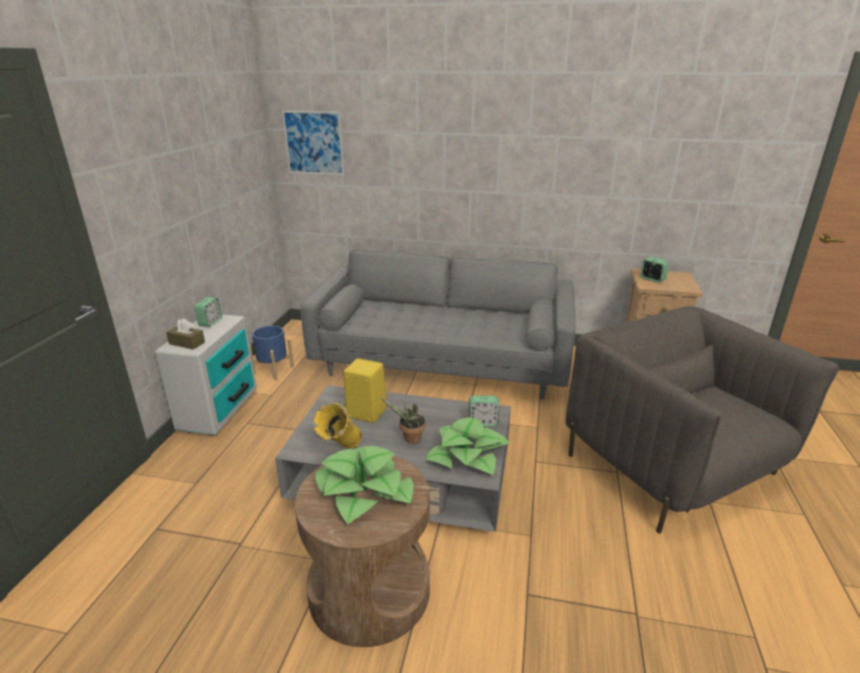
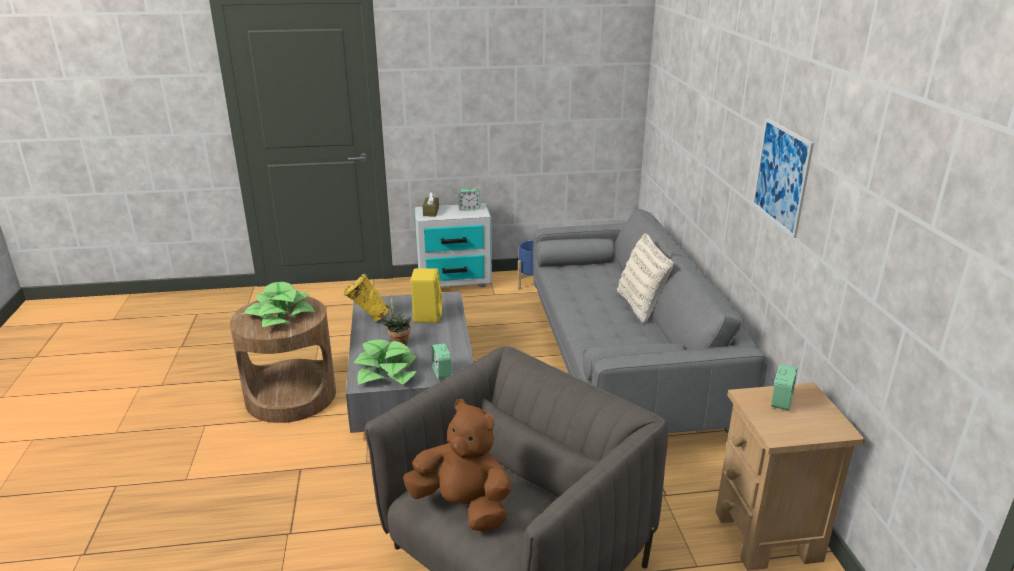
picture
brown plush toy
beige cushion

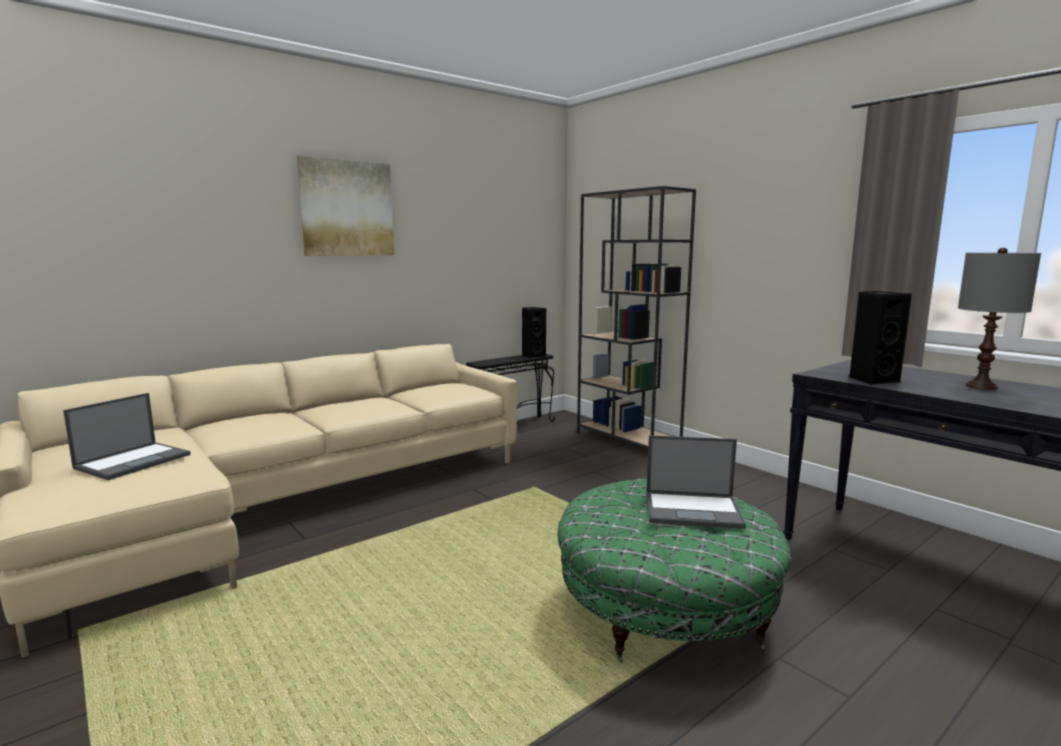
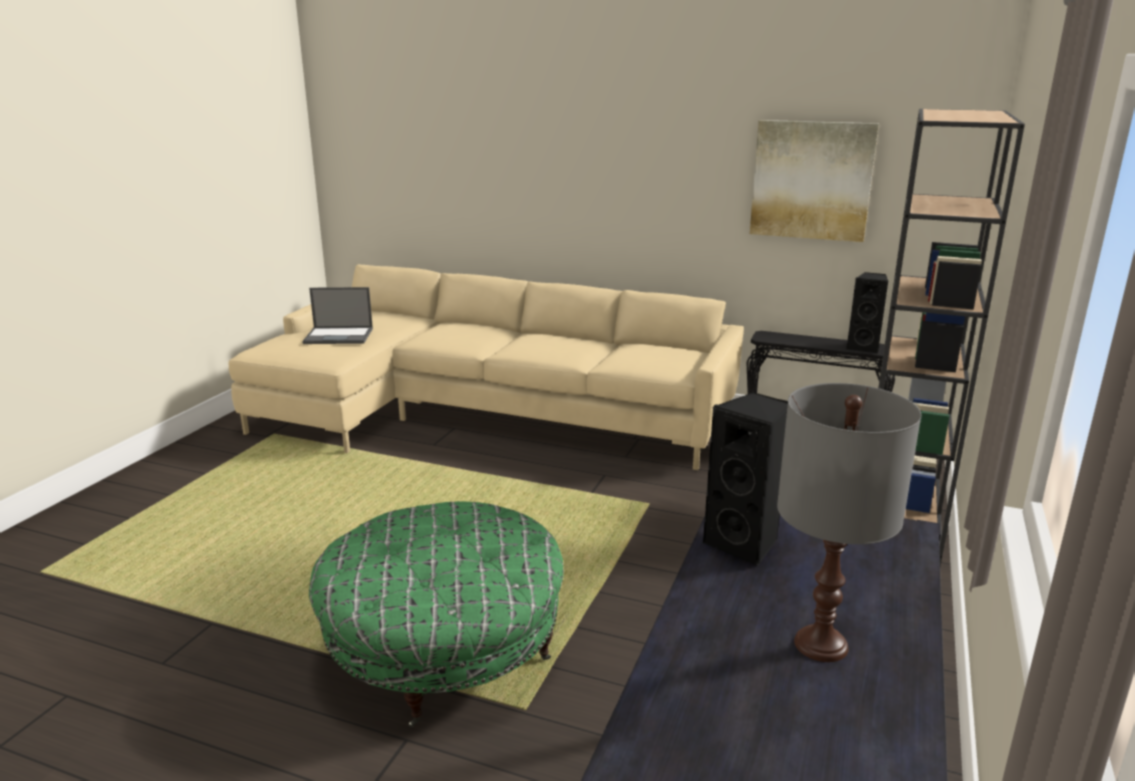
picture
portable computer (2nd from left in the first image)

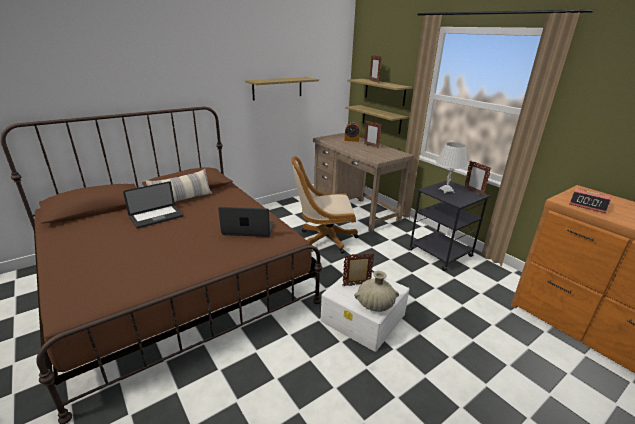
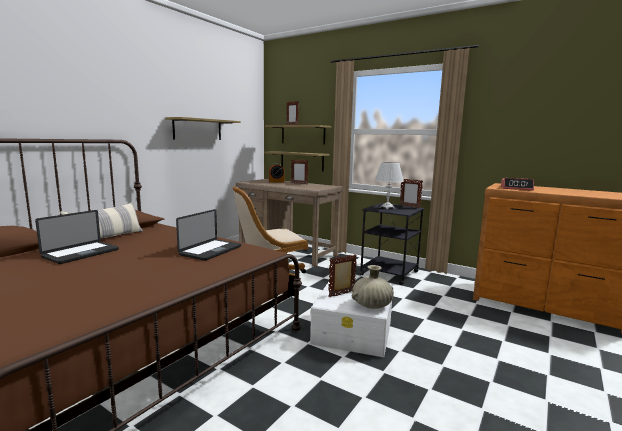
portable computer (2nd from left)

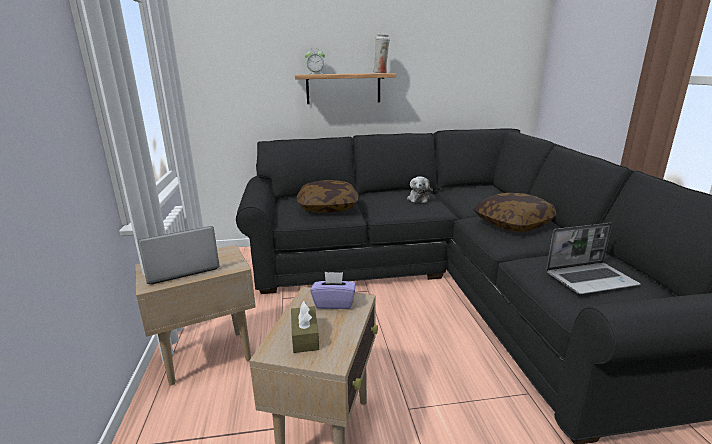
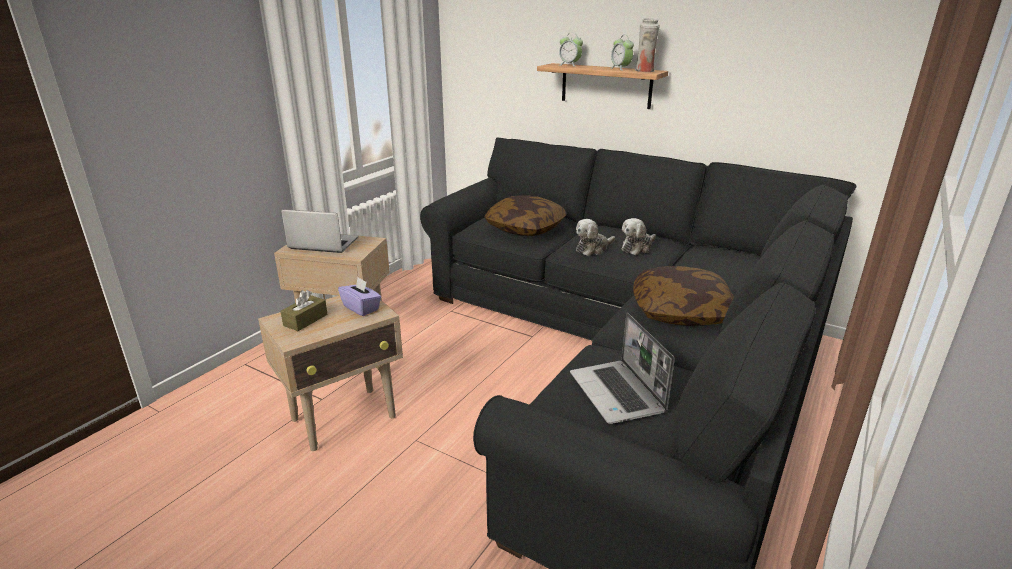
portable computer (2nd from left)
plush toy (1st from left)
table clock (2nd from left)

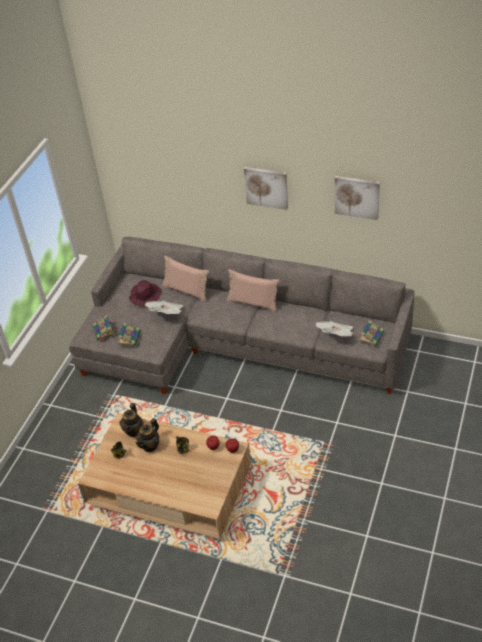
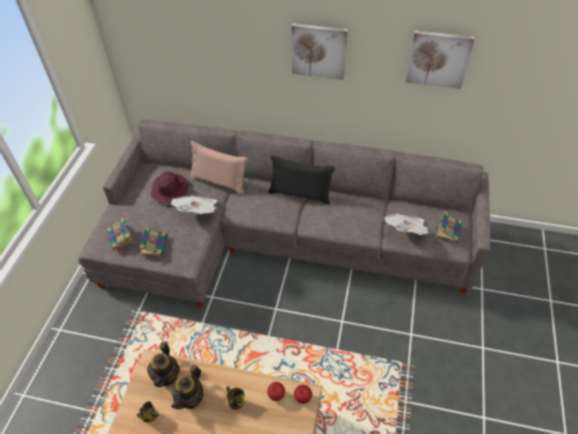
black cushion

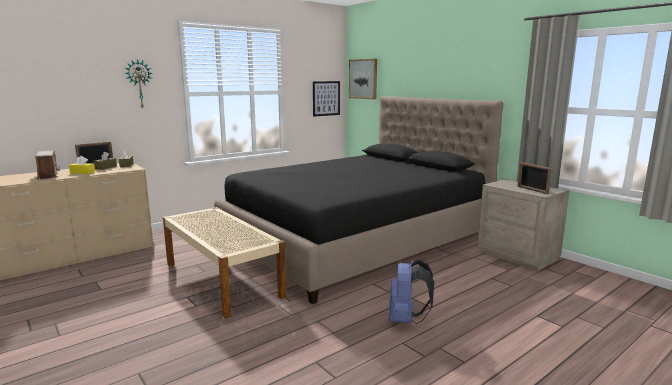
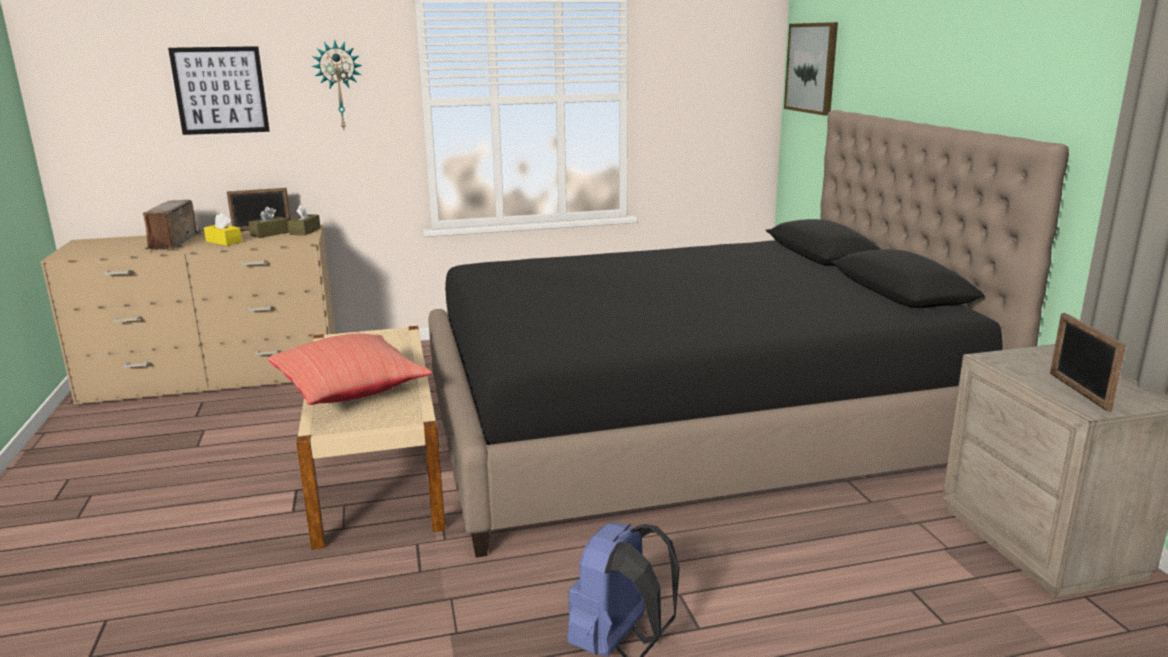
picture (1st from left)
red-coloured cushion

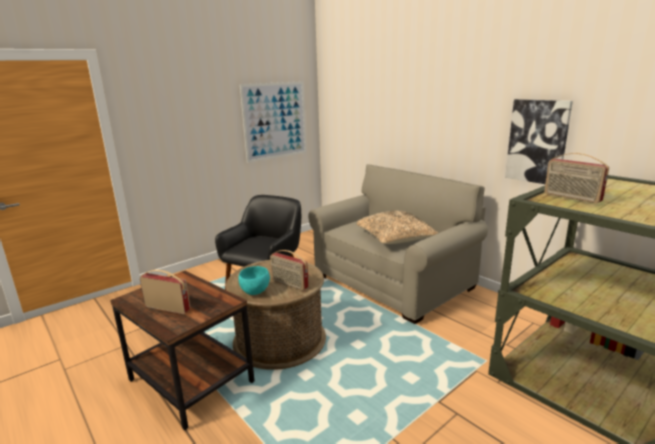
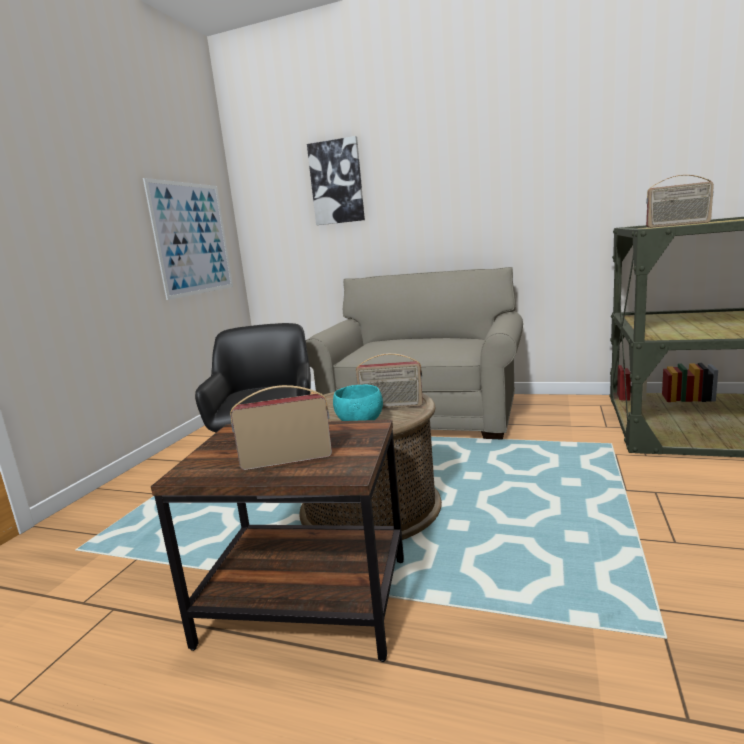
beige cushion
picture (2nd from left)

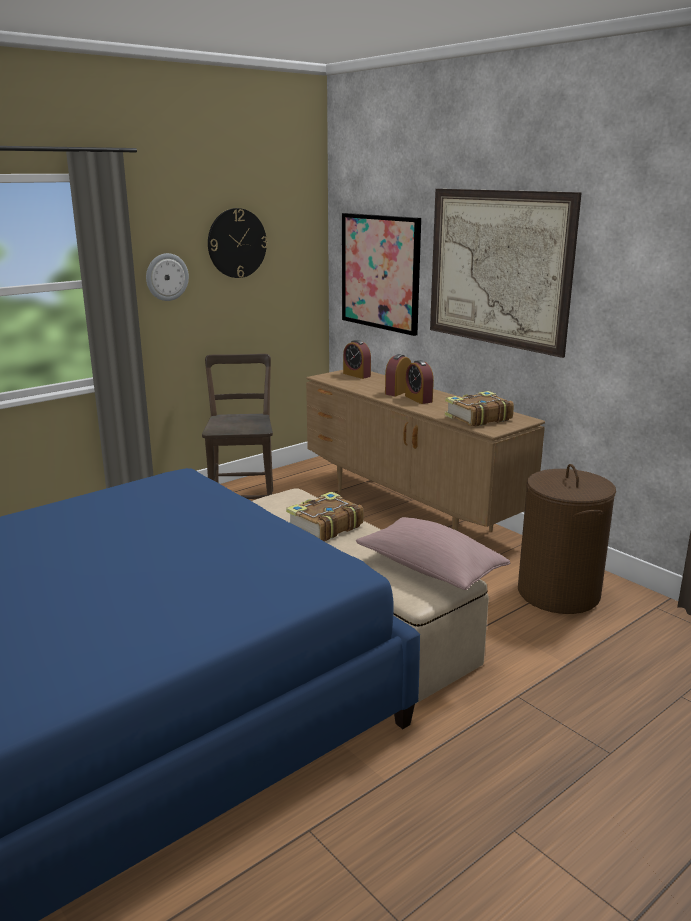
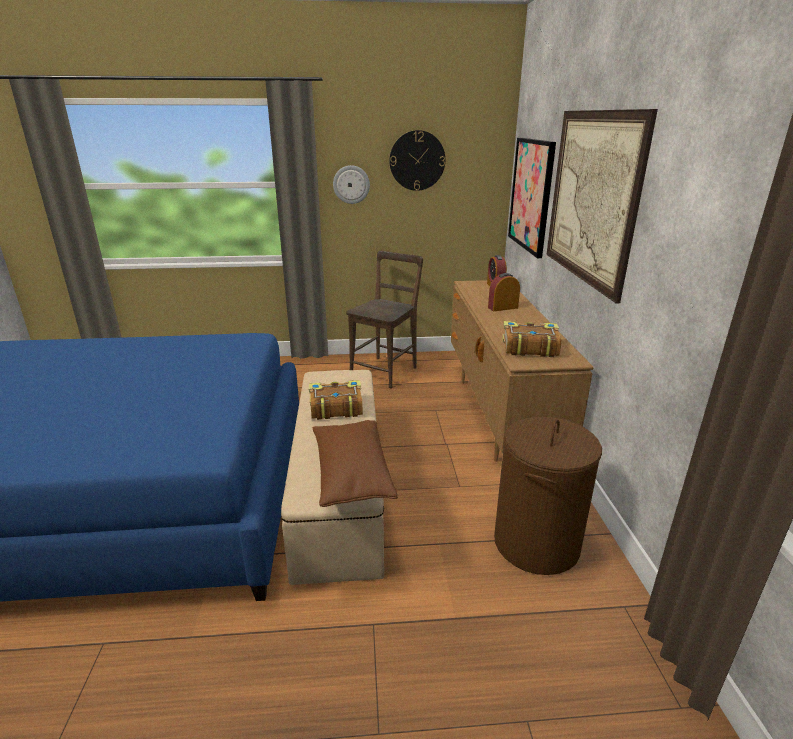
brown cushion
table clock (3rd from left in the first image)

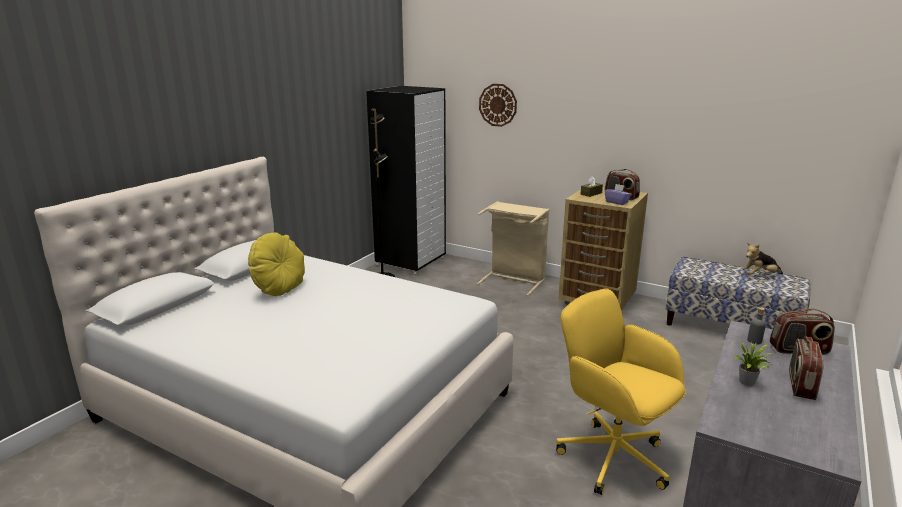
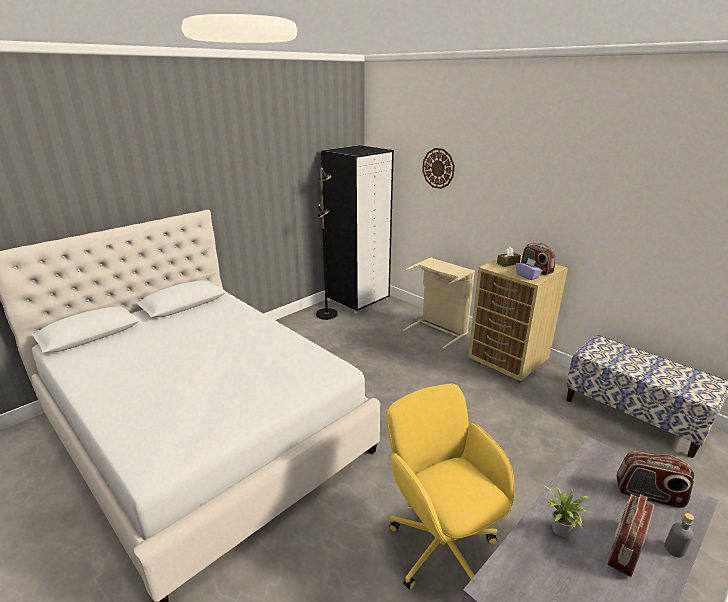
yellowish cushion
plush toy
gray drink bottle

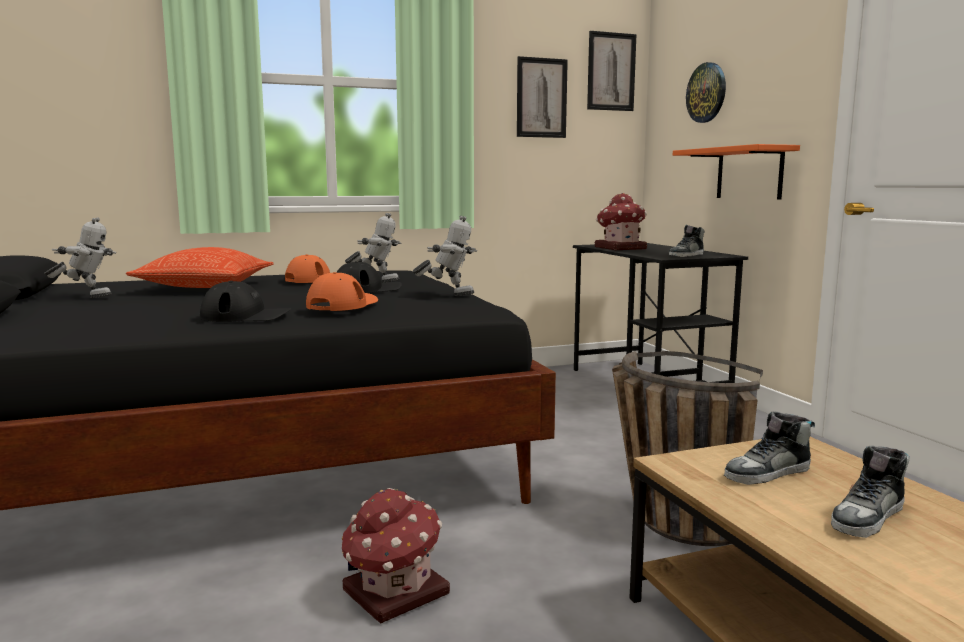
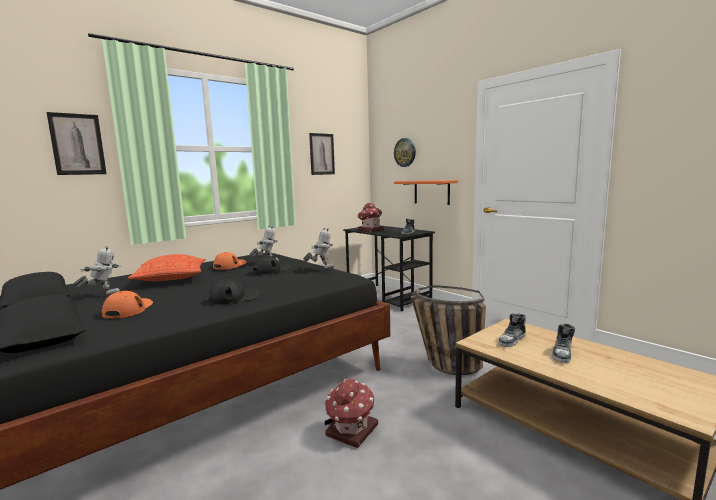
orange baseball cap (1st from left)
picture (1st from left)

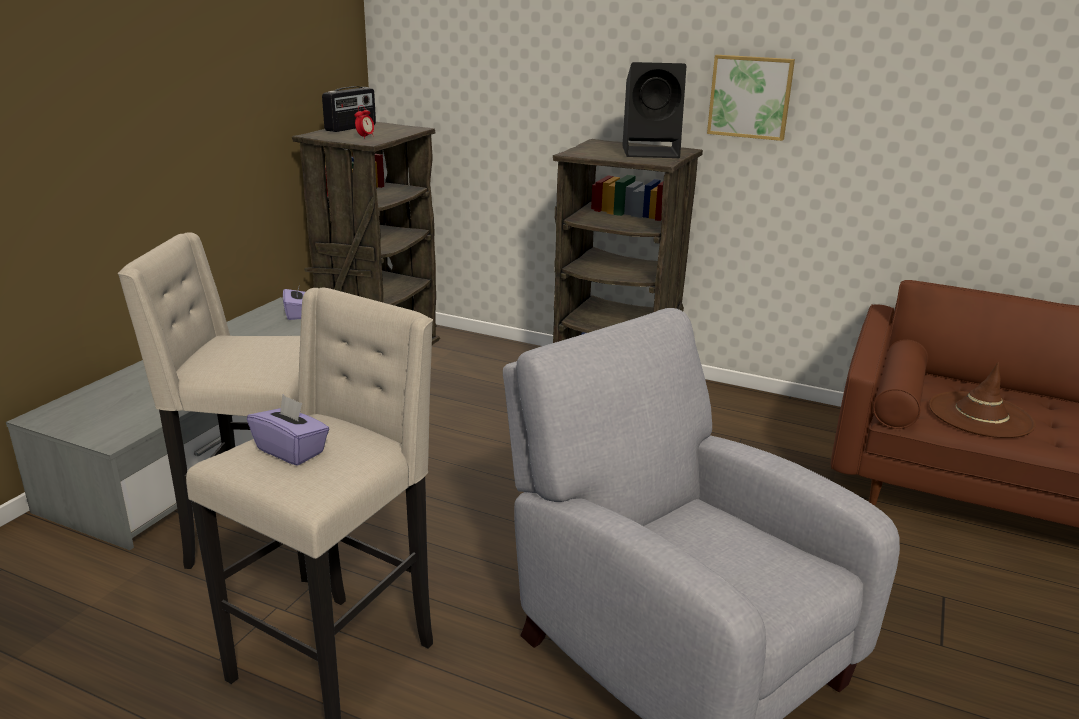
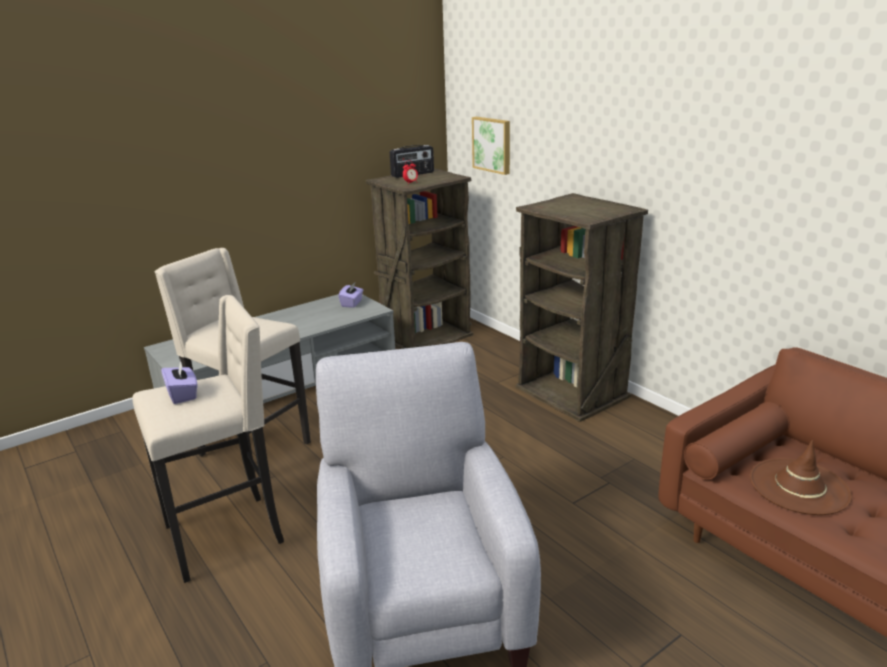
black audio speaker
picture

